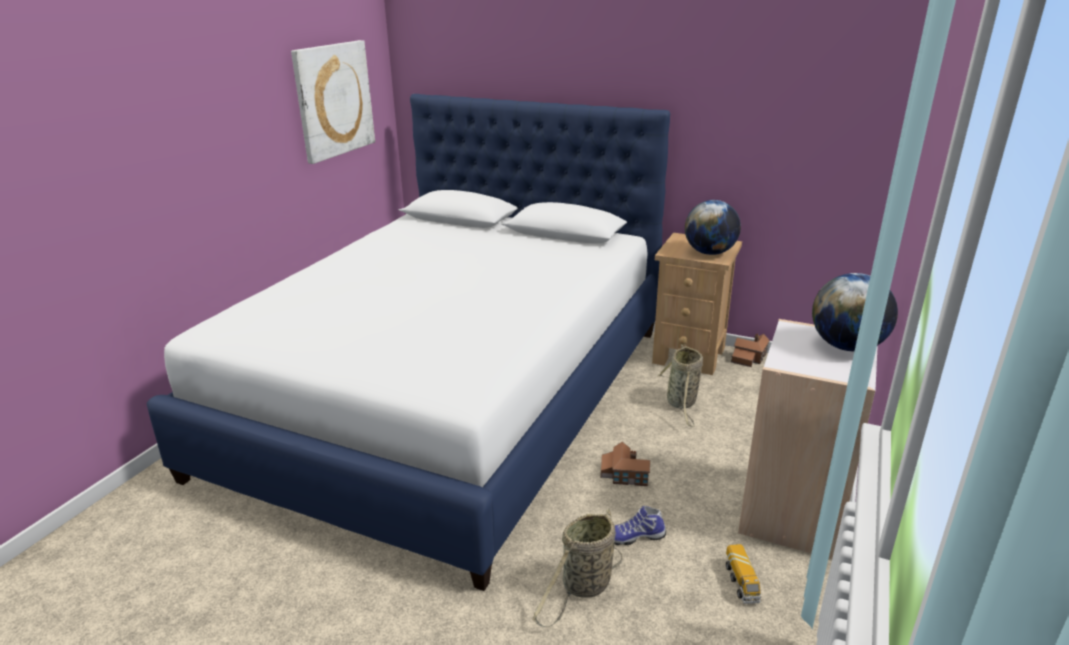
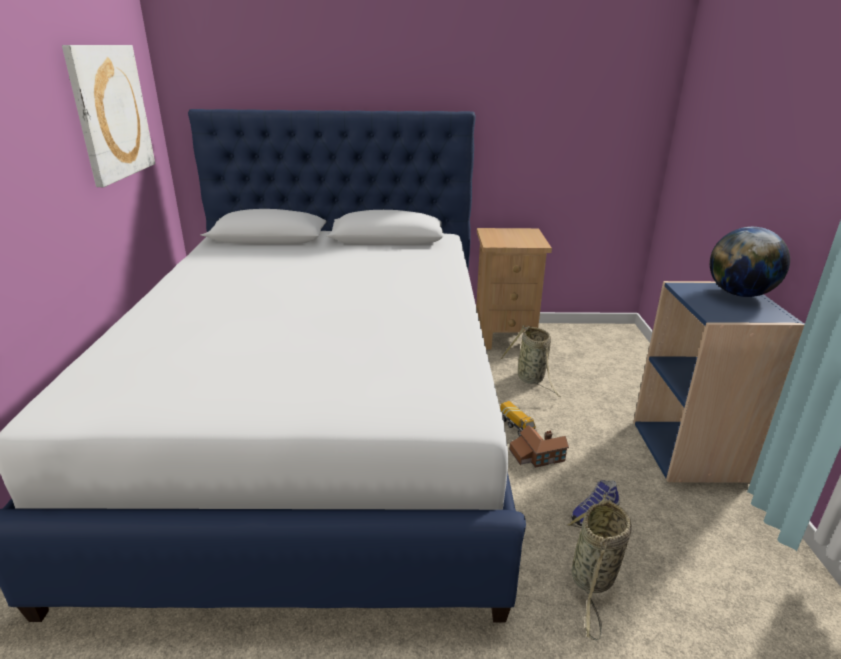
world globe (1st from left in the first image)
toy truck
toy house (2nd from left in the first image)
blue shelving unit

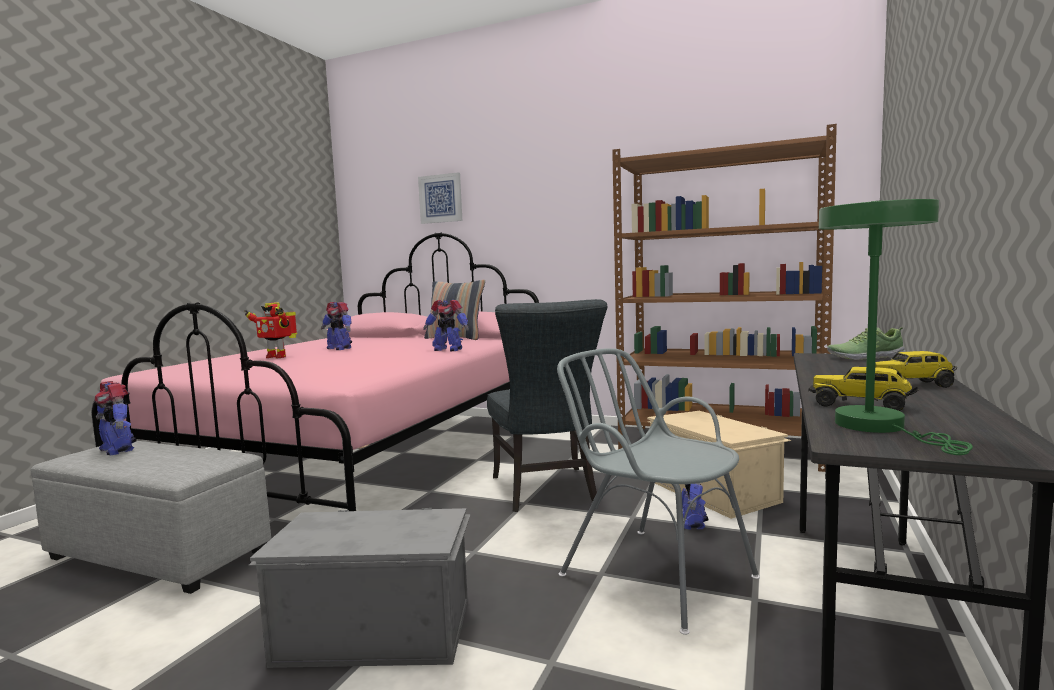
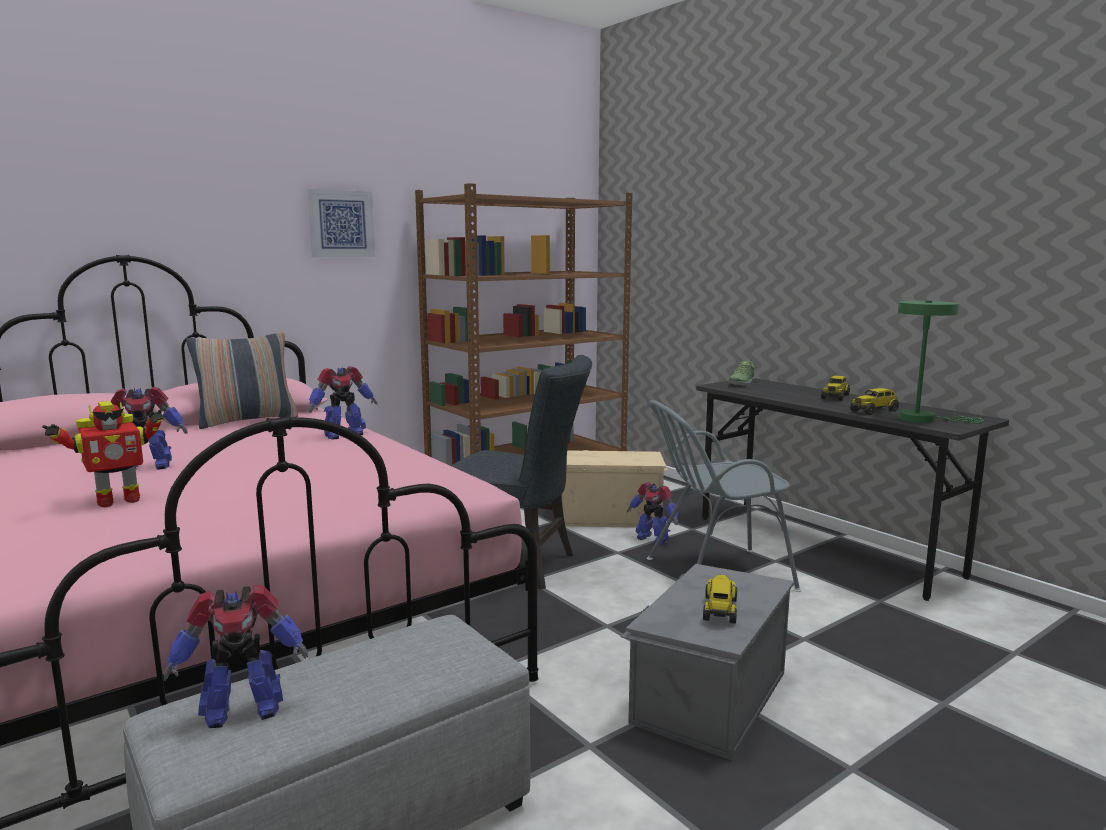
picture
toy truck (1st from left)

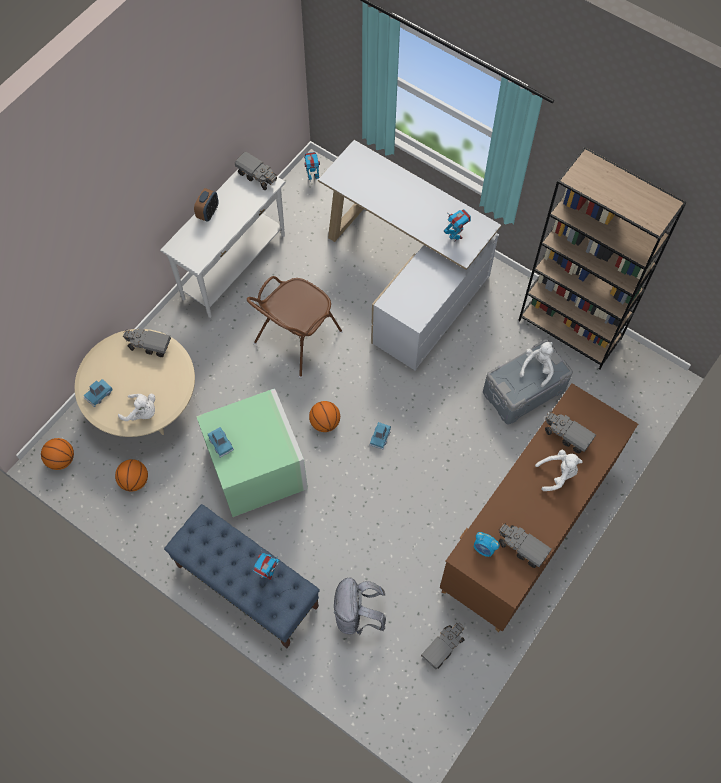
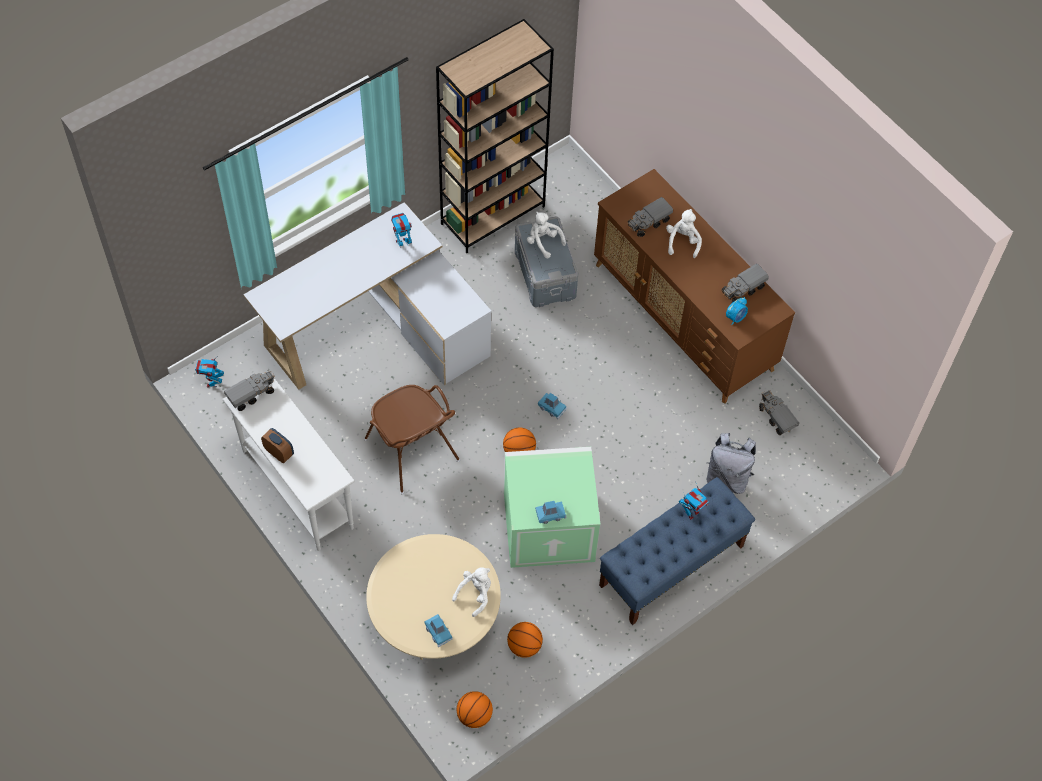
toy truck (1st from left in the first image)

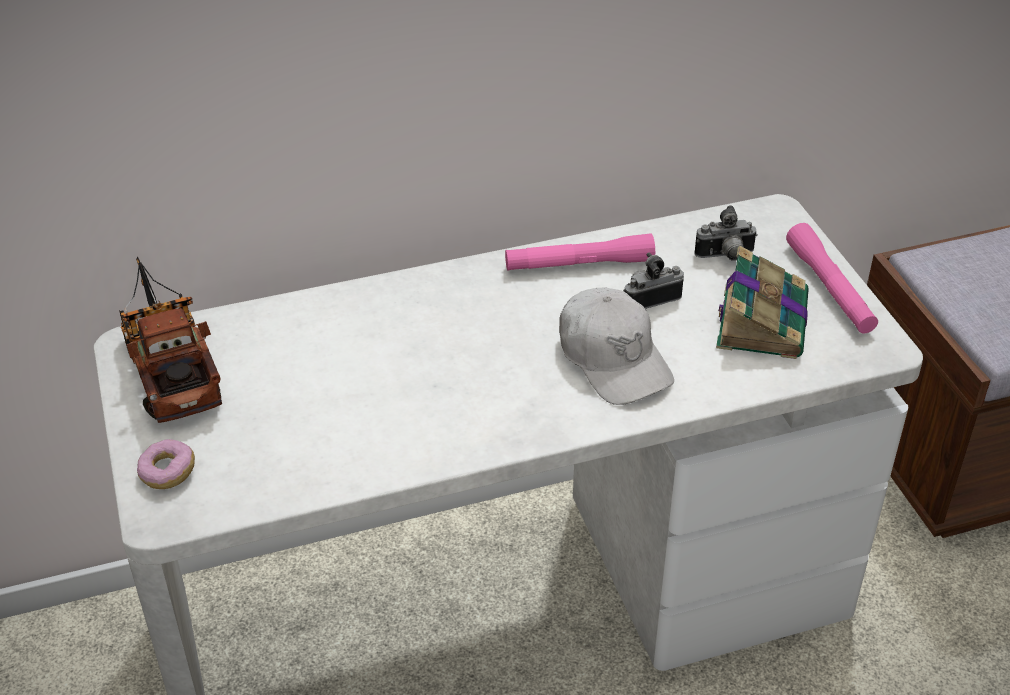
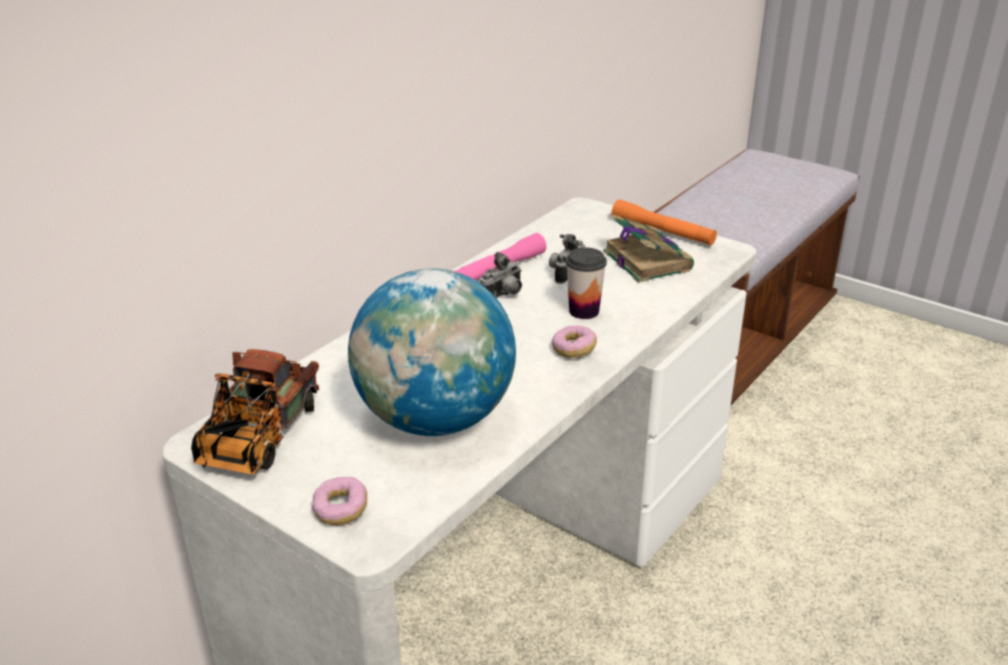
toy truck
cup
still camera (1st from left)
orange torch
world globe
ring doughnut (2nd from left)

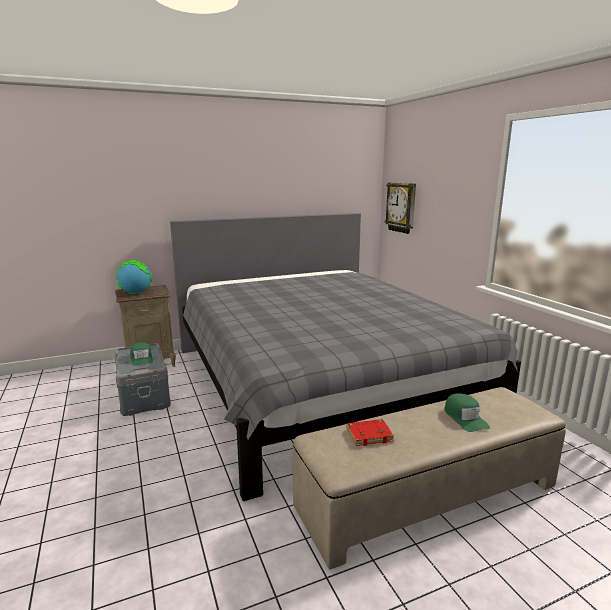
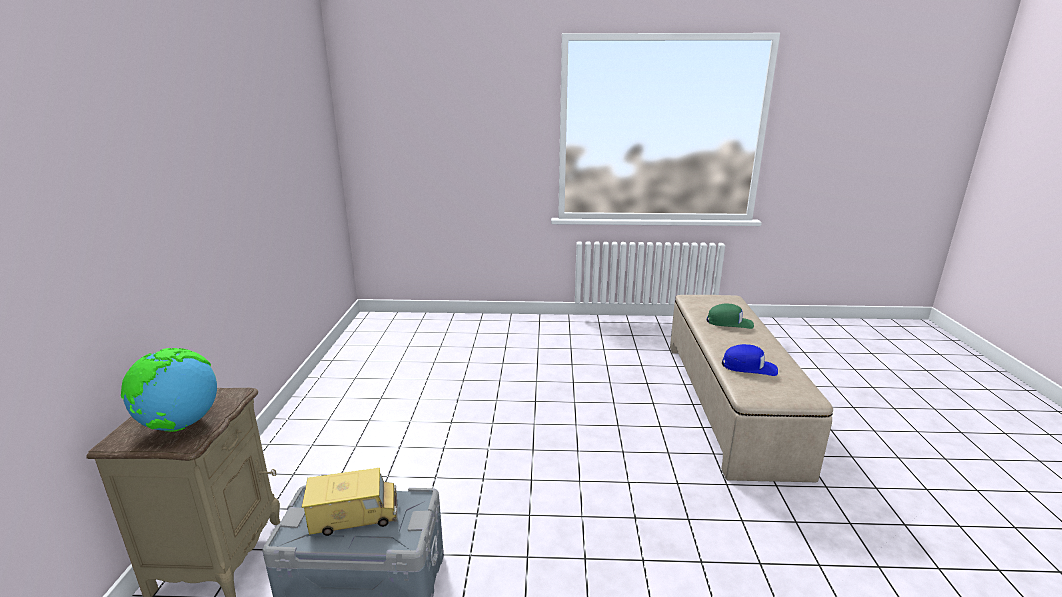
toy truck
gray bed
blue baseball cap
clock on the wall

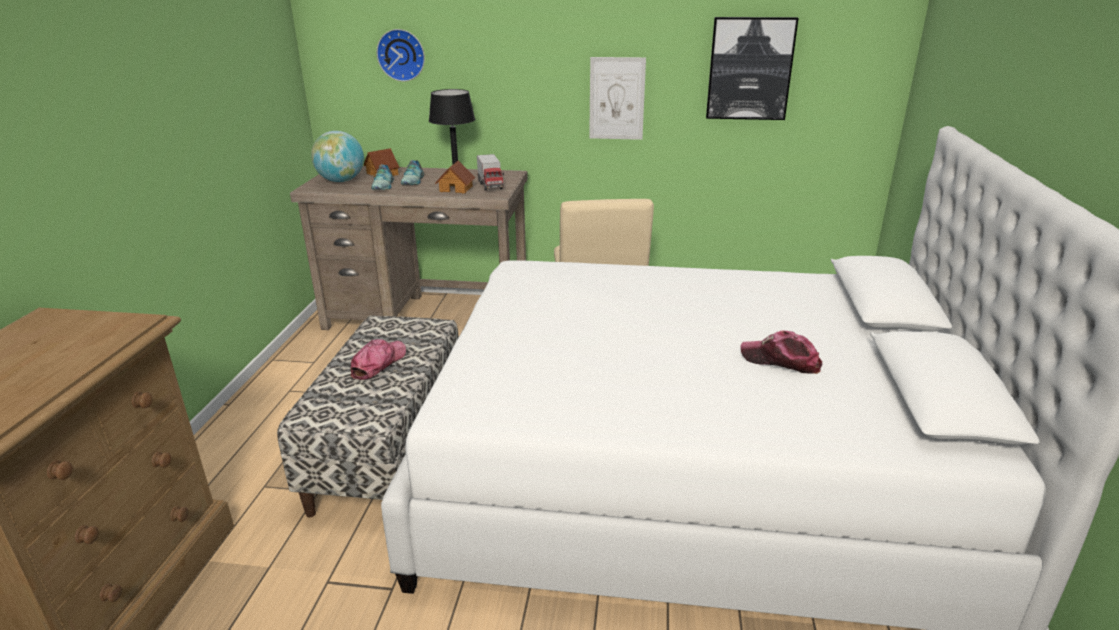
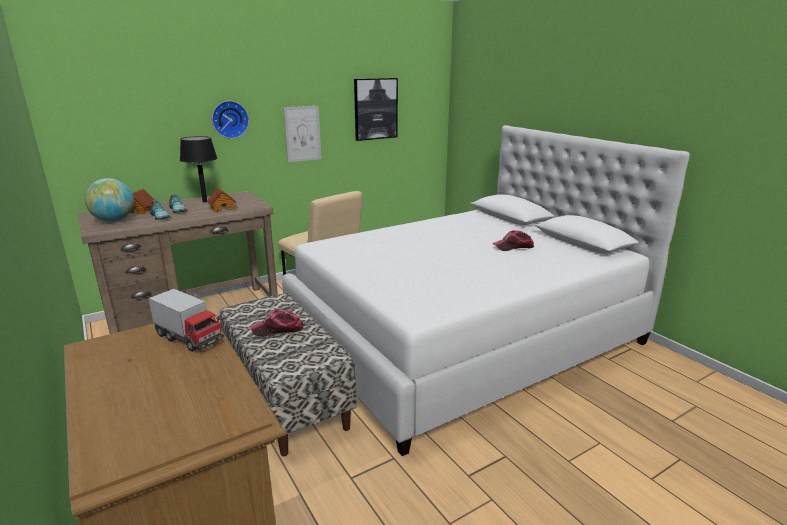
baseball cap (1st from left)
clock on the wall
toy truck

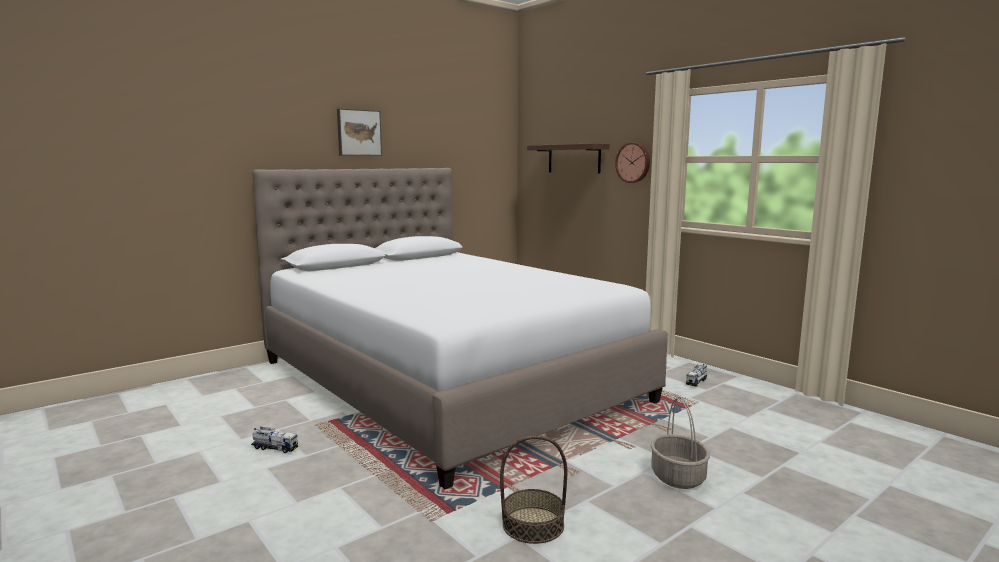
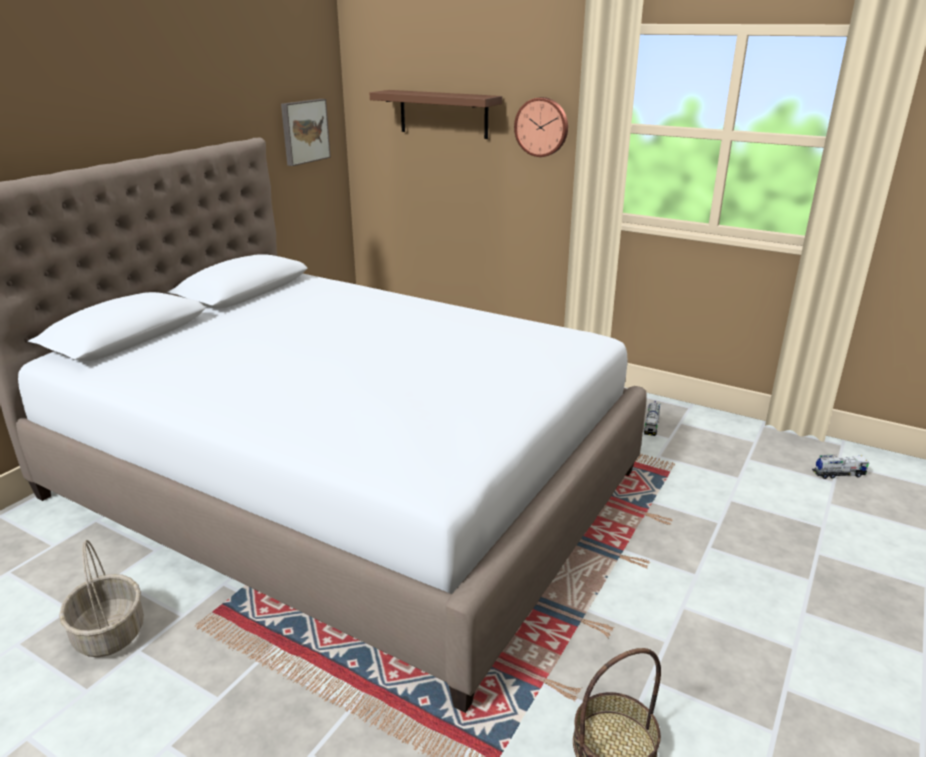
toy truck (2nd from left)
picture
storage basket (1st from left)

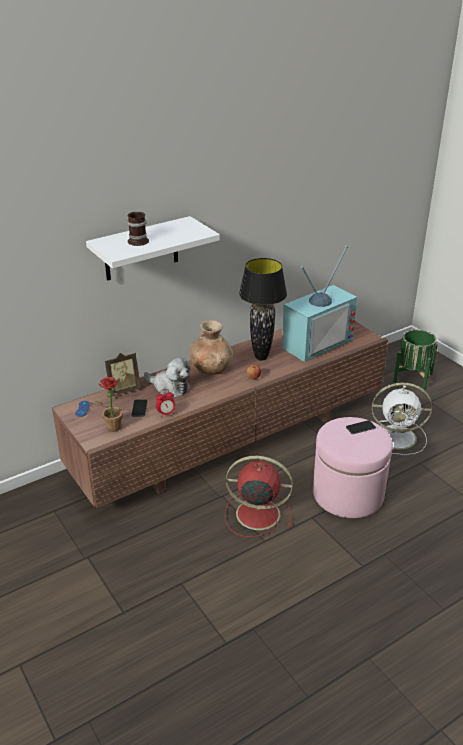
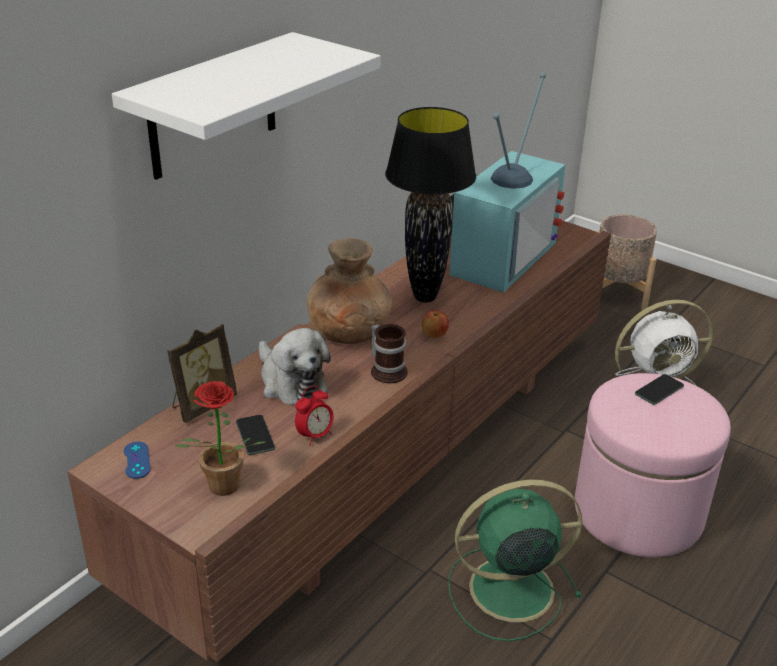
mug
plush toy
green-coloured electric fan
beige planter

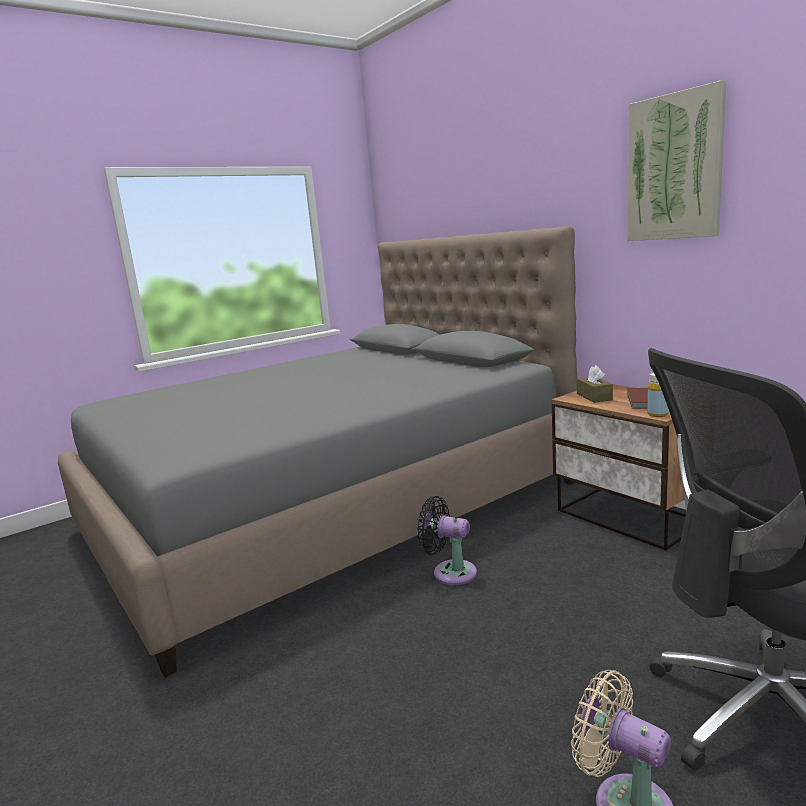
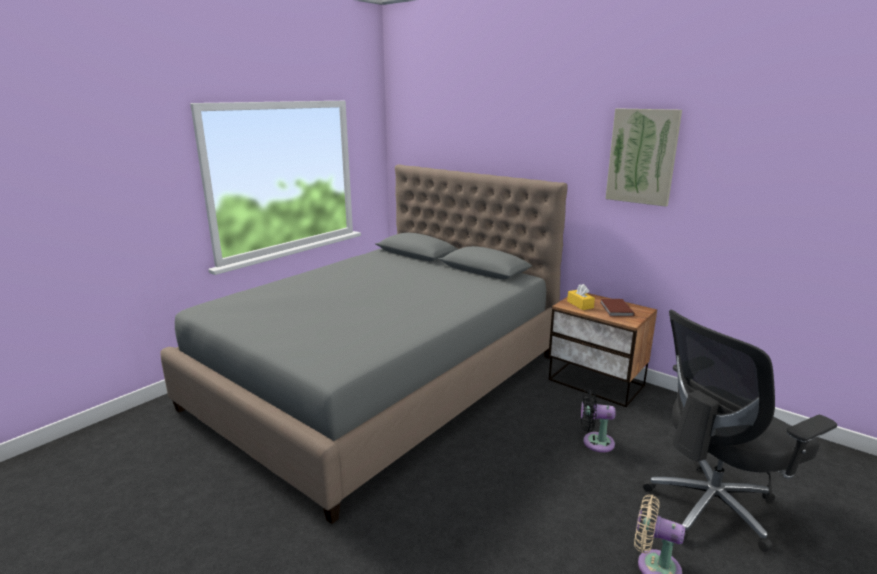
black electric fan
yellowish tissue holder
yellowish drink bottle

